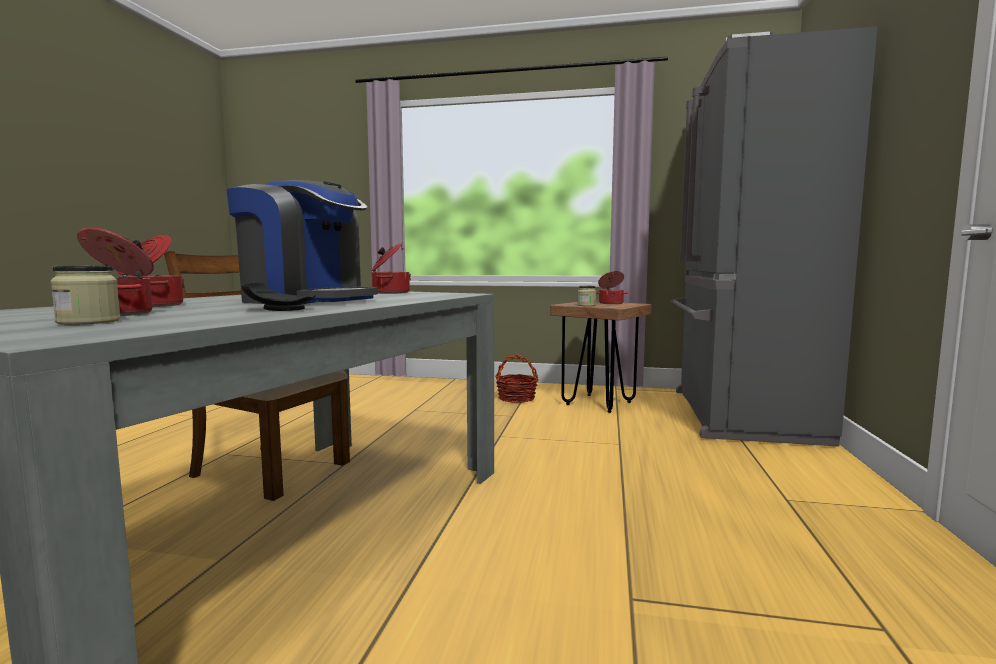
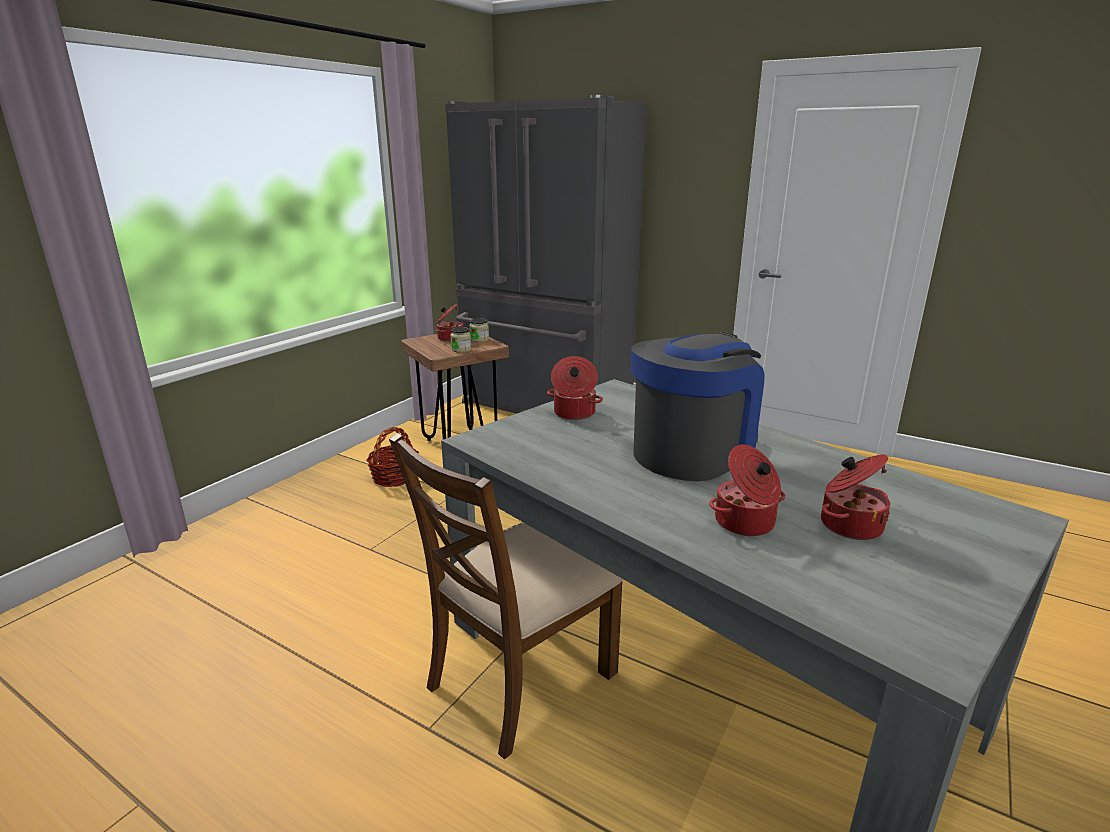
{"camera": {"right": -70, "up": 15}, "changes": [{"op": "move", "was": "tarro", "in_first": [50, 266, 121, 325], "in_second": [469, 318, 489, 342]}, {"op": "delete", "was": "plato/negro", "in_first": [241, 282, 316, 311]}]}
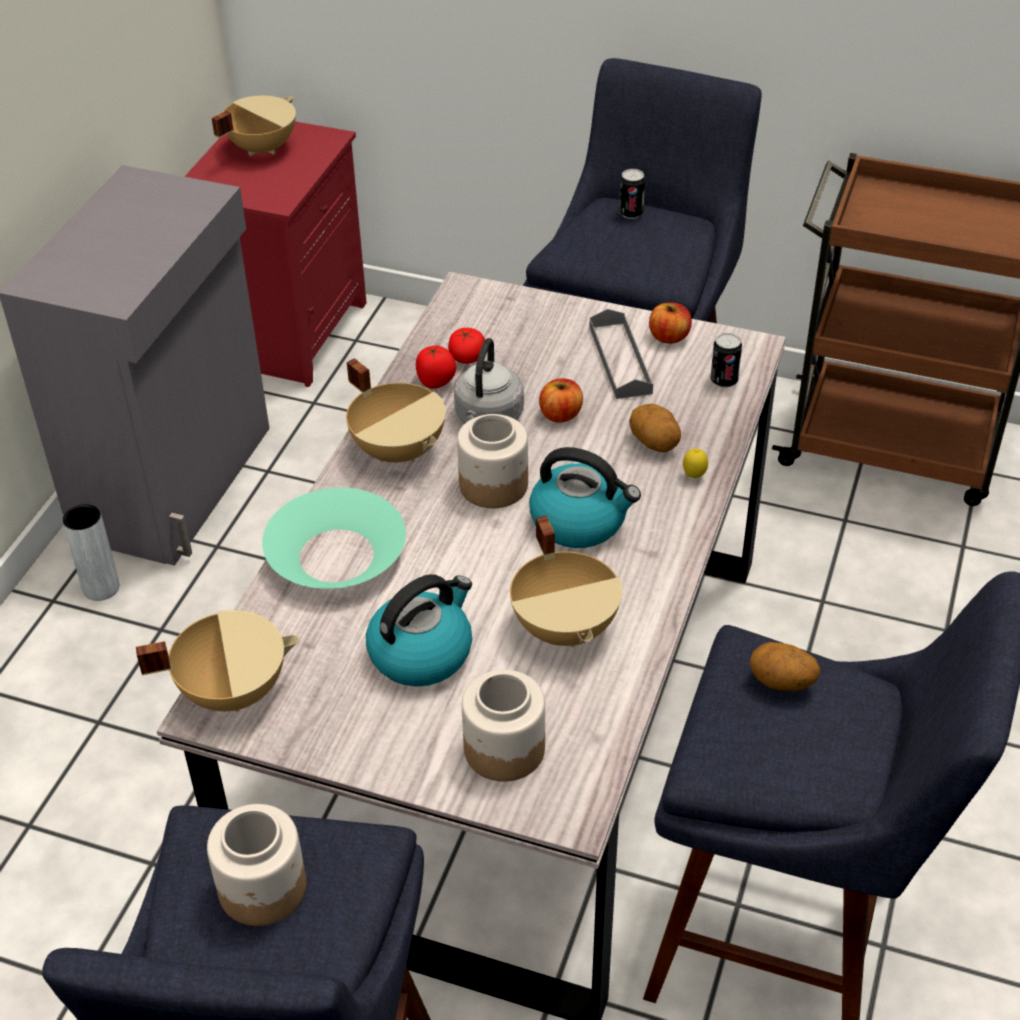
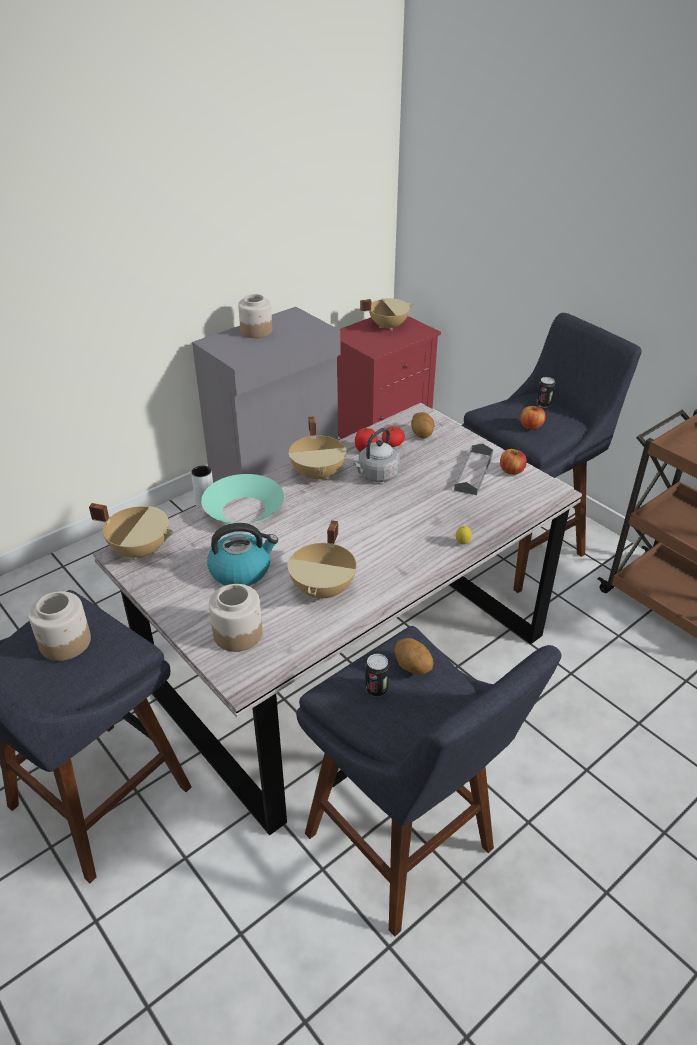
{"camera": {"right": 30, "up": -5}, "changes": [{"op": "move", "was": "tarro", "in_first": [457, 414, 528, 508], "in_second": [238, 294, 272, 338]}, {"op": "move", "was": "lata", "in_first": [710, 333, 742, 388], "in_second": [365, 654, 389, 697]}, {"op": "move", "was": "patata", "in_first": [629, 404, 681, 452], "in_second": [411, 412, 434, 439]}, {"op": "move", "was": "manzana", "in_first": [539, 378, 583, 423], "in_second": [520, 406, 546, 430]}, {"op": "delete", "was": "hervidor", "in_first": [529, 447, 641, 548]}]}
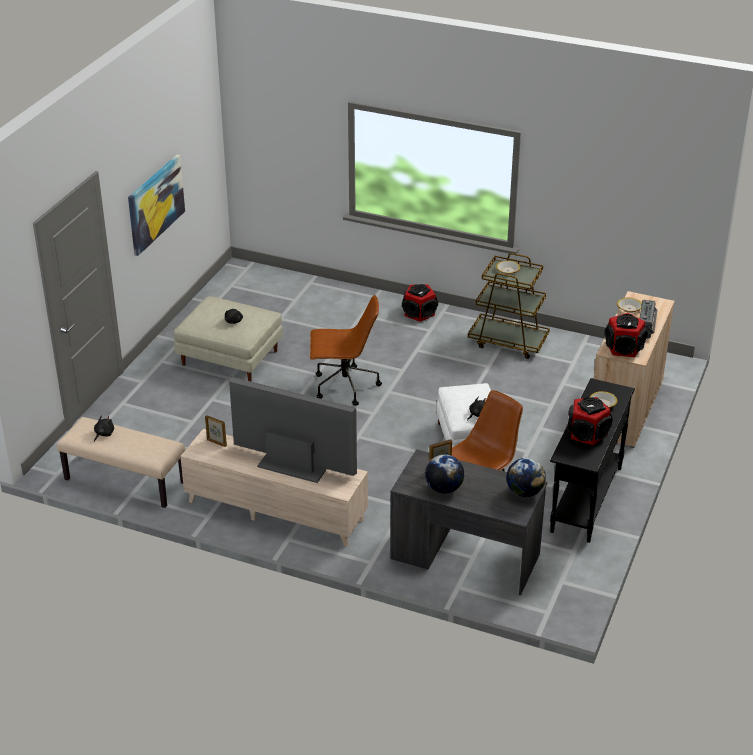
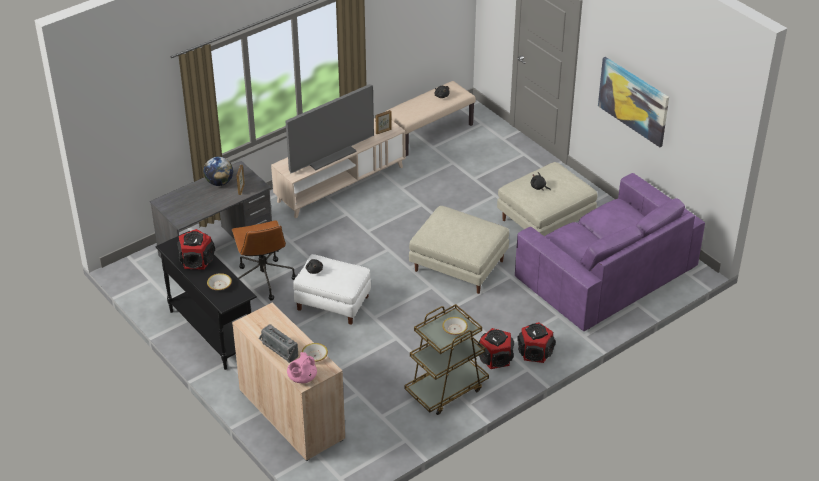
{"camera": {"right": 120, "up": 5}, "changes": [{"op": "insert", "now": "tetera/rosa", "in_second": [287, 352, 317, 383]}, {"op": "replace", "was": "silla de oficina/marrón", "now": "puf/beis", "in_first": [310, 295, 382, 406], "in_second": [409, 206, 509, 294]}, {"op": "move", "was": "altavoz", "in_first": [605, 313, 648, 357], "in_second": [478, 328, 514, 369]}, {"op": "insert", "now": "sofá/morado", "in_second": [515, 173, 705, 331]}, {"op": "delete", "was": "globo terráqueo", "in_first": [506, 458, 546, 497]}]}
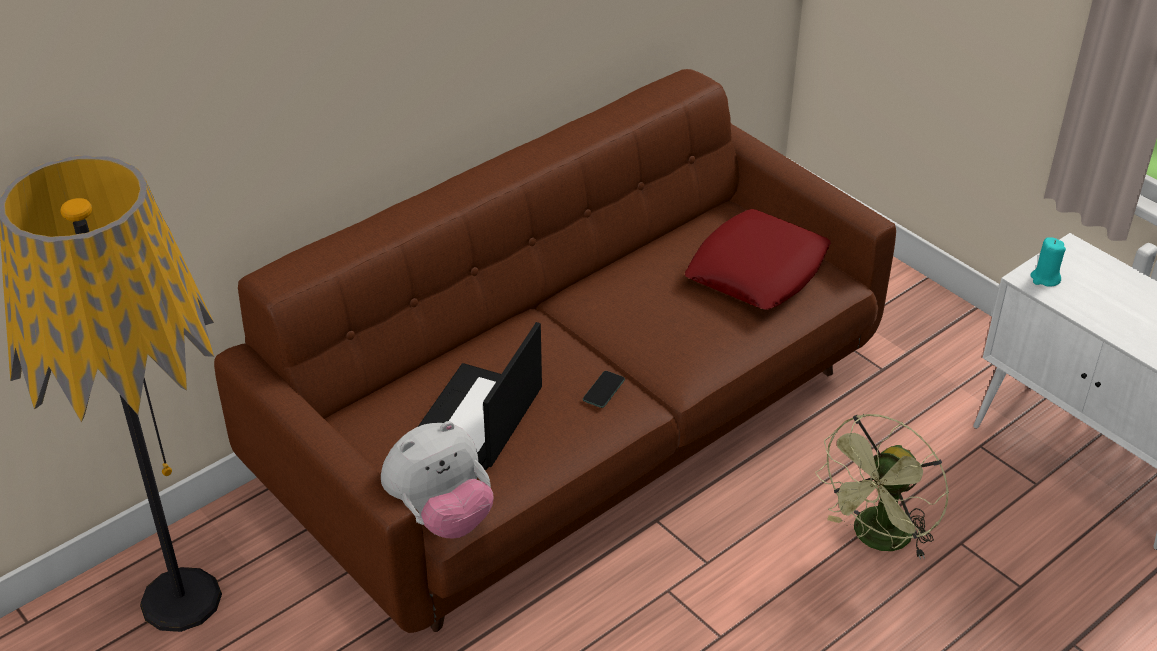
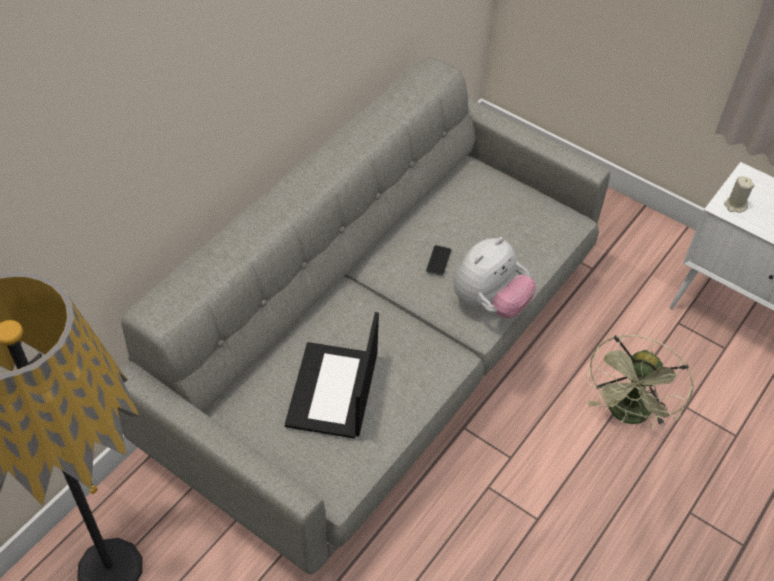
{"camera": {"right": -15, "up": 10}, "changes": [{"op": "recolor", "was": "sofá/marrón", "now": "sofá/gris", "in_first": [214, 69, 896, 633], "in_second": [118, 57, 610, 575]}, {"op": "move", "was": "móvil", "in_first": [583, 371, 625, 408], "in_second": [426, 245, 452, 276]}, {"op": "move", "was": "peluche", "in_first": [381, 421, 494, 539], "in_second": [453, 237, 536, 318]}, {"op": "recolor", "was": "vela/turquesa", "now": "vela/beis", "in_first": [1030, 237, 1066, 287], "in_second": [724, 176, 754, 213]}, {"op": "delete", "was": "cojín/rojo", "in_first": [685, 209, 831, 310]}]}
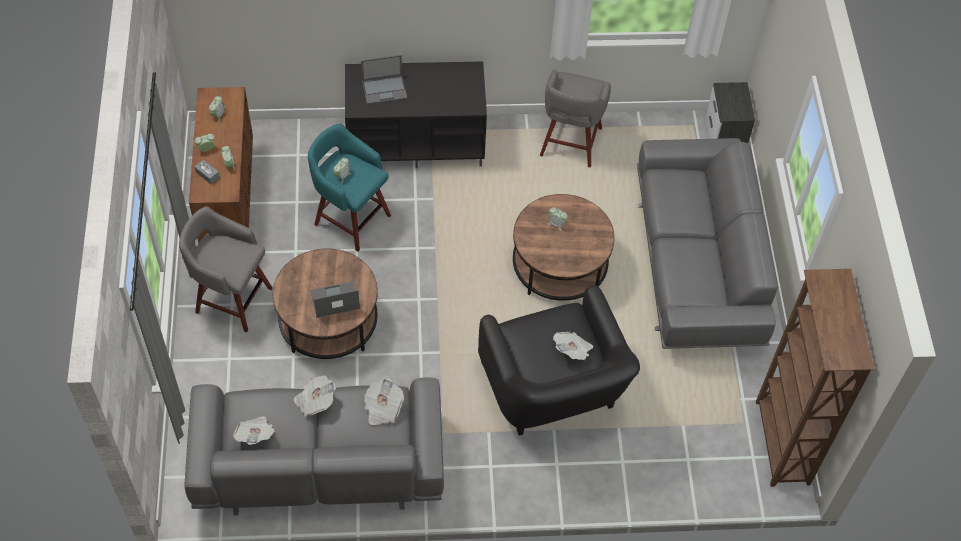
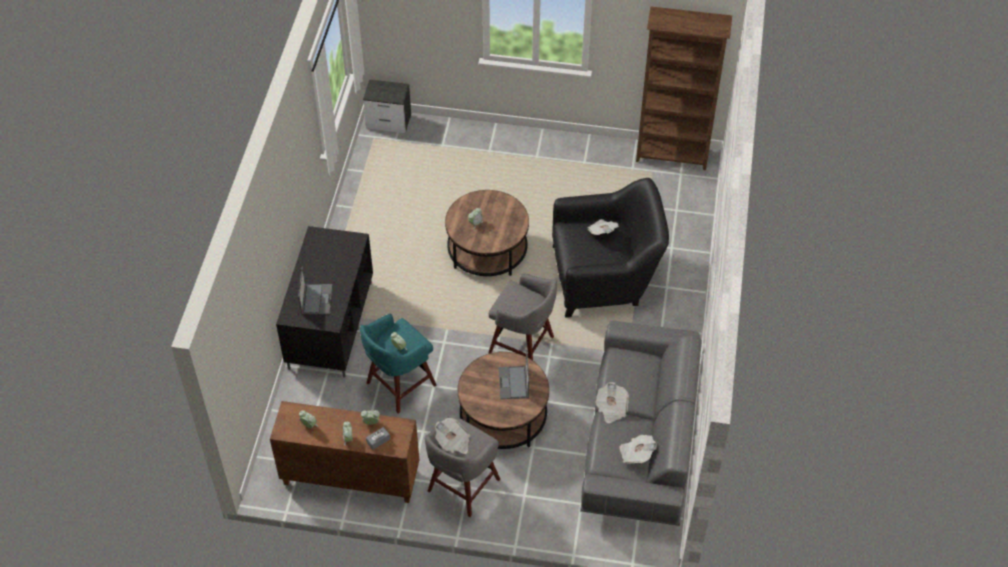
{"camera": {"right": -75, "up": -5}, "changes": [{"op": "move", "was": "periódico", "in_first": [364, 378, 404, 425], "in_second": [435, 418, 470, 454]}, {"op": "move", "was": "taburete/gris", "in_first": [540, 70, 611, 168], "in_second": [488, 273, 557, 360]}, {"op": "delete", "was": "sofá/gris", "in_first": [637, 138, 778, 349]}]}
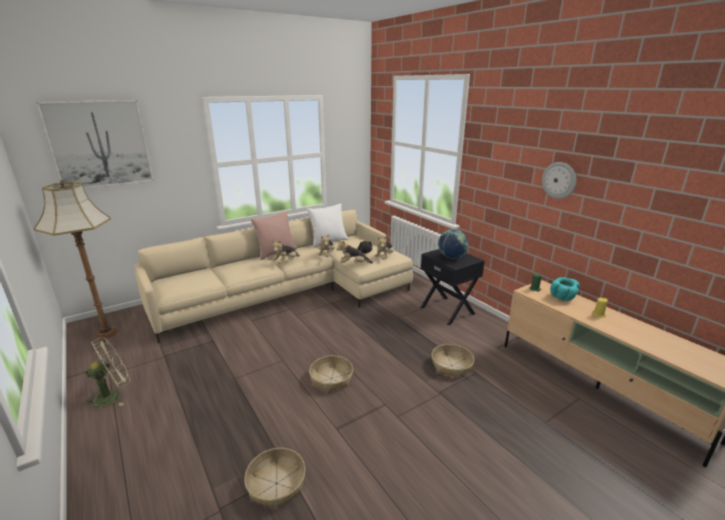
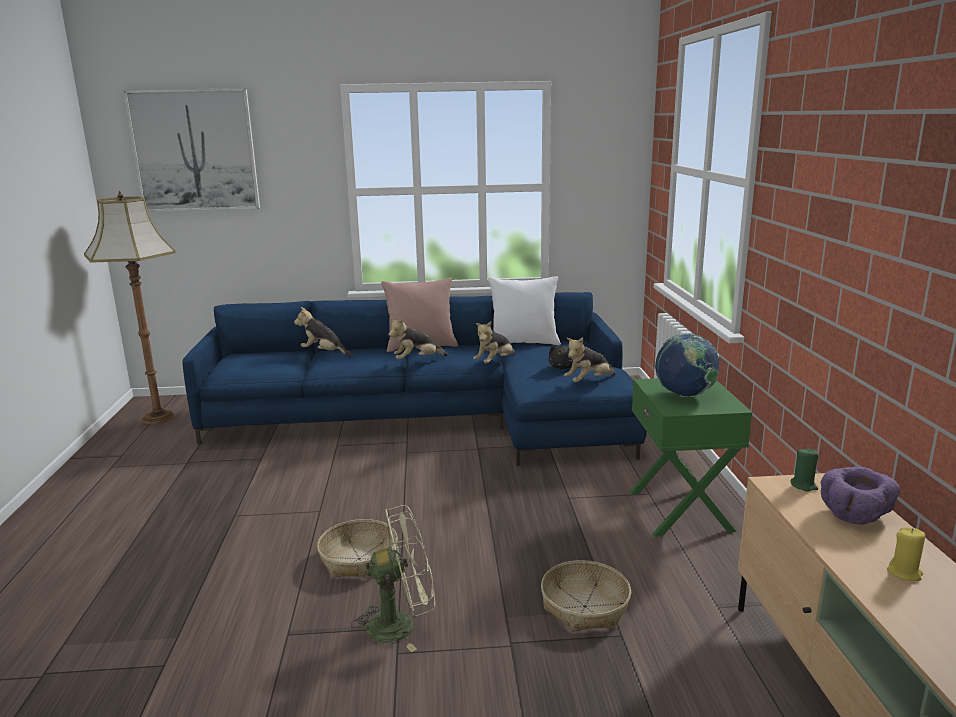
{"camera": {"right": 30, "up": -5}, "changes": [{"op": "recolor", "was": "sofá/beis", "now": "sofá/azul", "in_first": [135, 209, 413, 343], "in_second": [183, 292, 647, 466]}, {"op": "move", "was": "peluche", "in_first": [336, 239, 373, 263], "in_second": [294, 307, 353, 357]}, {"op": "move", "was": "ventilador/verde", "in_first": [83, 337, 130, 407], "in_second": [351, 505, 435, 652]}, {"op": "recolor", "was": "mesita de noche/negro", "now": "mesita de noche/verde", "in_first": [420, 249, 485, 325], "in_second": [629, 378, 752, 537]}, {"op": "recolor", "was": "cuenco/turquesa", "now": "cuenco/morado", "in_first": [550, 277, 580, 301], "in_second": [820, 466, 900, 525]}, {"op": "delete", "was": "cesta", "in_first": [244, 448, 305, 509]}, {"op": "delete", "was": "reloj de pared", "in_first": [542, 162, 576, 199]}]}
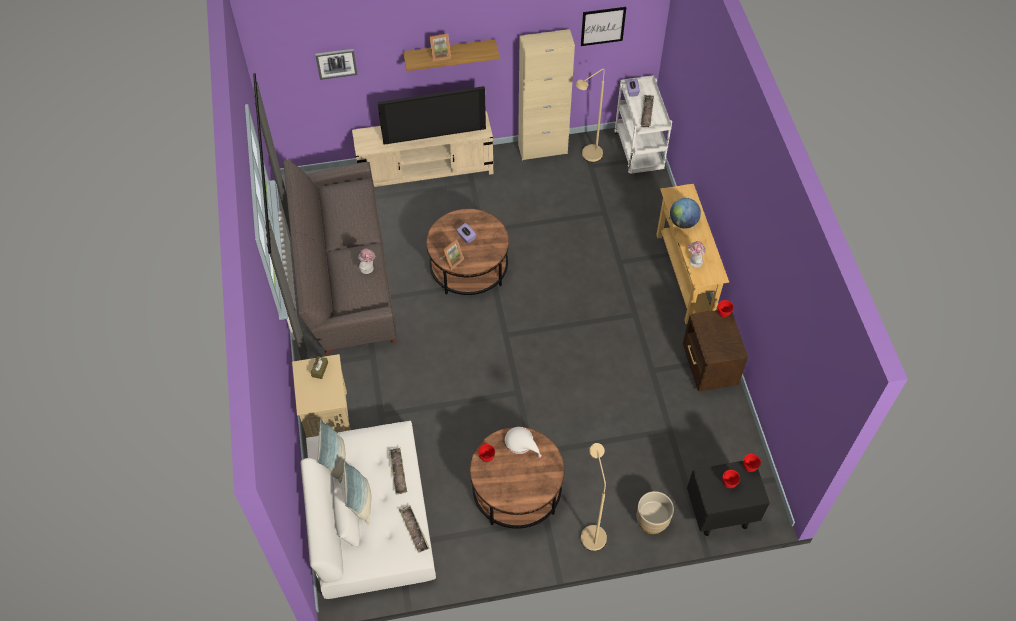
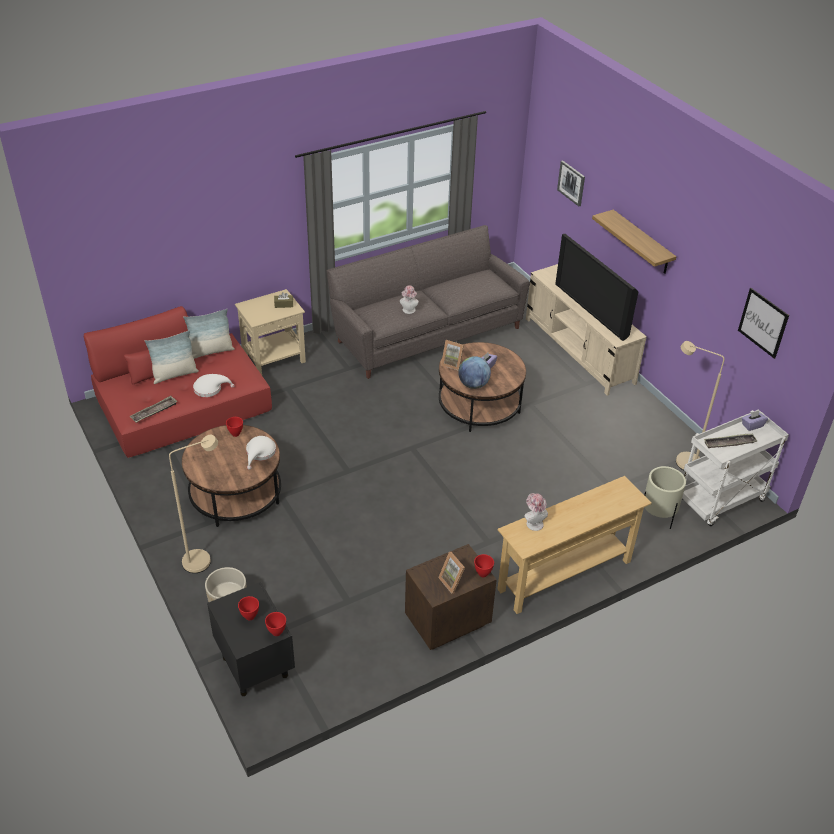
{"camera": {"right": 70, "up": -15}, "changes": [{"op": "recolor", "was": "sofá/blanco", "now": "sofá/rojo", "in_first": [301, 421, 436, 599], "in_second": [84, 306, 272, 458]}, {"op": "replace", "was": "bandeja", "now": "sombrero/blanco", "in_first": [389, 448, 407, 495], "in_second": [193, 374, 235, 397]}, {"op": "move", "was": "portarretratos", "in_first": [430, 33, 451, 61], "in_second": [438, 552, 465, 594]}, {"op": "move", "was": "globo terráqueo", "in_first": [670, 198, 701, 229], "in_second": [458, 356, 491, 389]}, {"op": "insert", "now": "maceta/beis", "in_second": [644, 466, 686, 529]}, {"op": "delete", "was": "armario/beis", "in_first": [518, 29, 575, 160]}]}
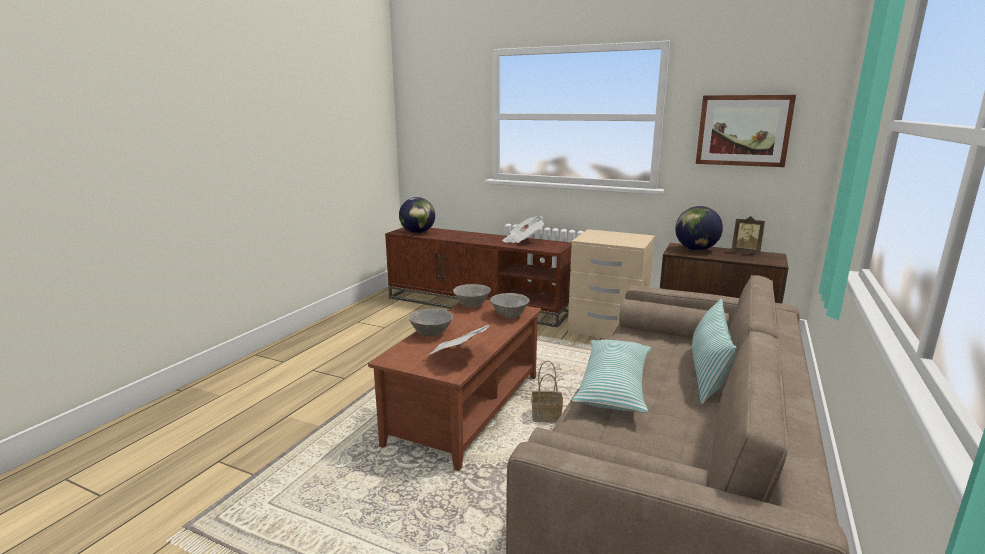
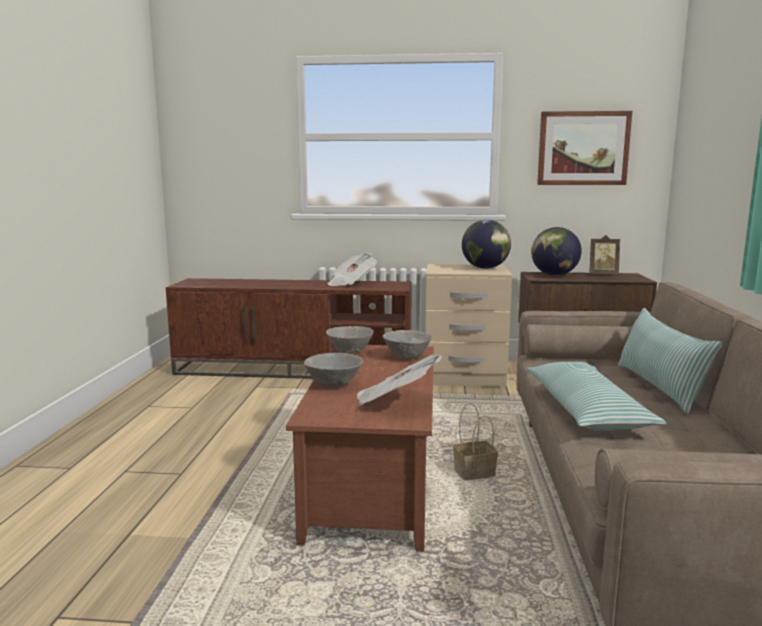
{"camera": {"right": -20, "up": -5}, "changes": [{"op": "move", "was": "globo terráqueo", "in_first": [399, 197, 435, 233], "in_second": [462, 220, 511, 269]}]}
